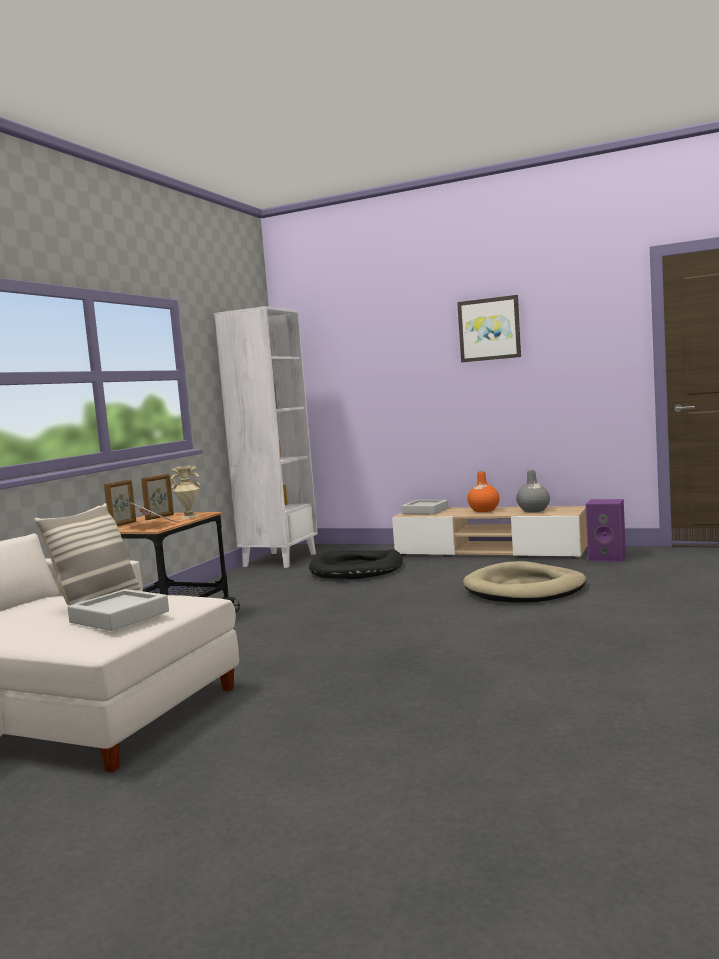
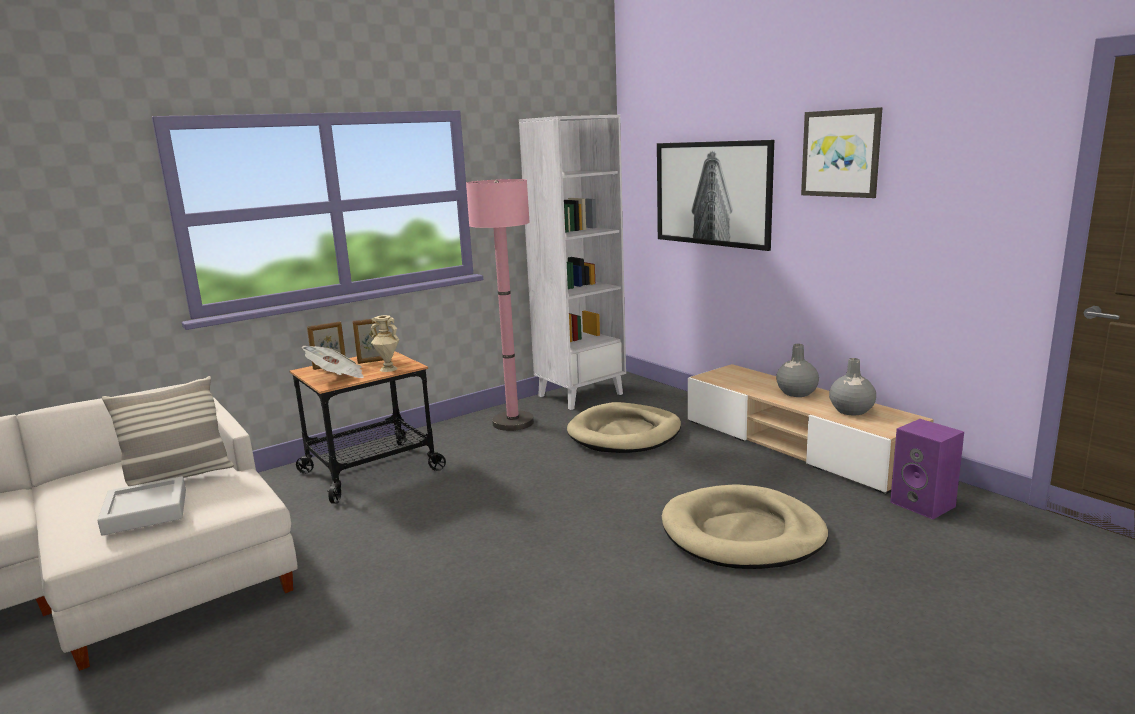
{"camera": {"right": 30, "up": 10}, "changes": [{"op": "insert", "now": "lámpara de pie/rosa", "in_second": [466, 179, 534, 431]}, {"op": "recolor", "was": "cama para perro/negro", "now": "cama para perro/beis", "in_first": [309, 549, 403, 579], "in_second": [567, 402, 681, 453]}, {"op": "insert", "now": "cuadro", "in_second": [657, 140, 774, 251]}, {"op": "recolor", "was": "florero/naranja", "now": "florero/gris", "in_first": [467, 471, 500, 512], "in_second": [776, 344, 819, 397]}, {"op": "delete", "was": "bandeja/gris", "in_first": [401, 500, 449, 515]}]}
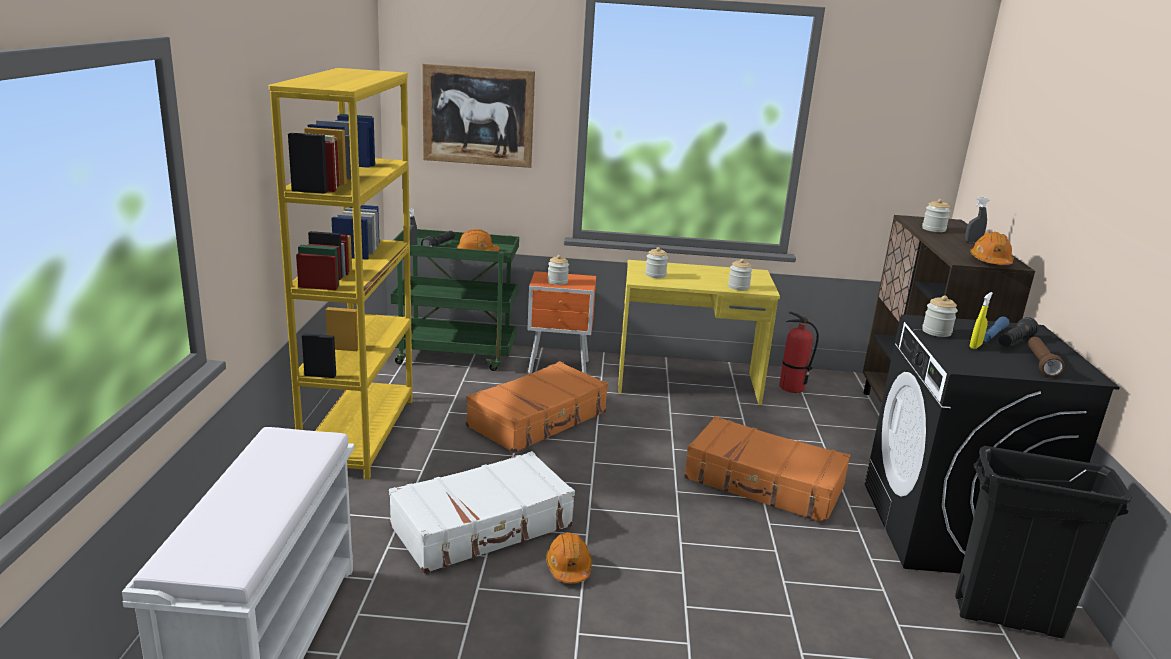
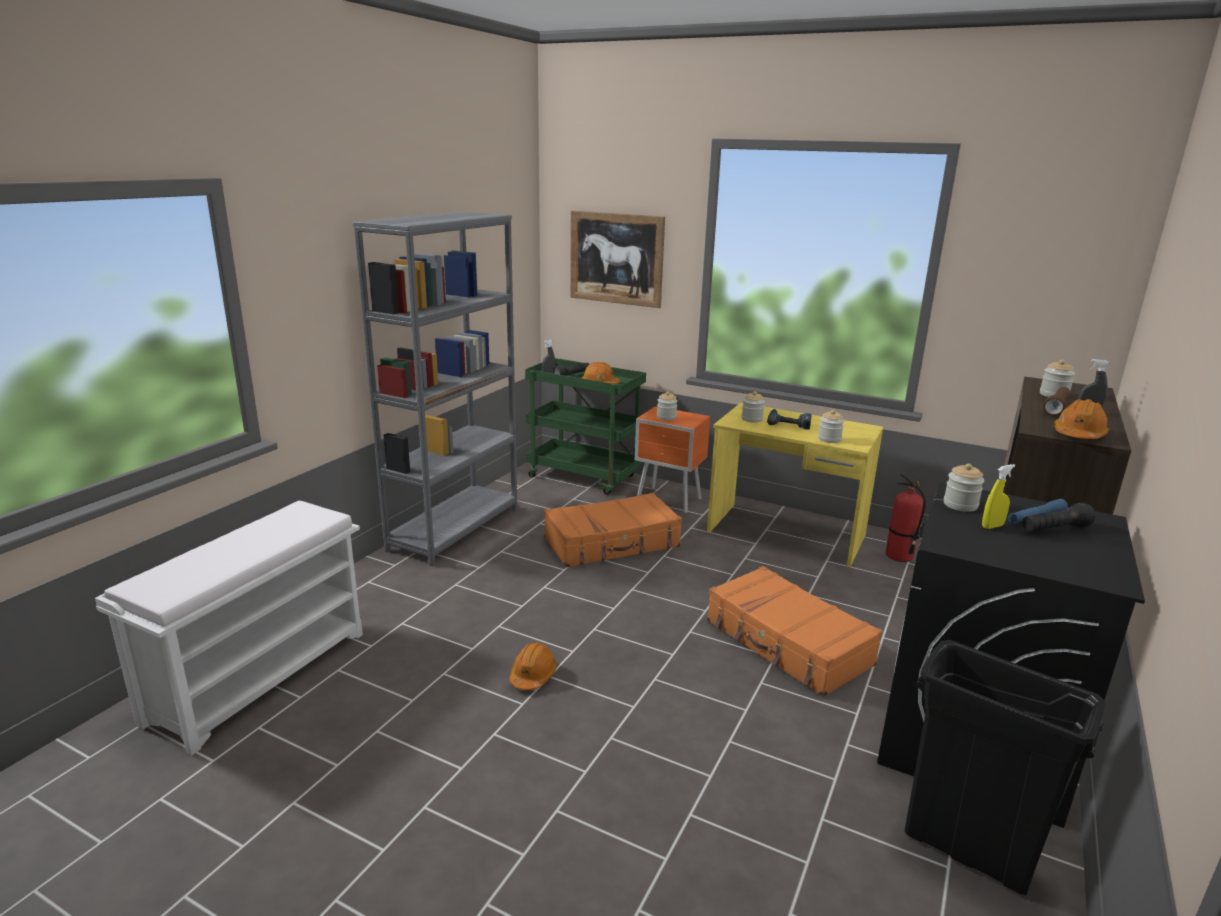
{"camera": {"right": 25, "up": 0}, "changes": [{"op": "recolor", "was": "estantería/amarillo", "now": "estantería/gris", "in_first": [269, 68, 413, 479], "in_second": [352, 211, 518, 566]}, {"op": "insert", "now": "taladro", "in_second": [767, 409, 812, 430]}, {"op": "move", "was": "linterna/marrón", "in_first": [1028, 337, 1065, 377], "in_second": [1043, 387, 1070, 416]}, {"op": "delete", "was": "maleta/blanco", "in_first": [389, 451, 575, 574]}]}
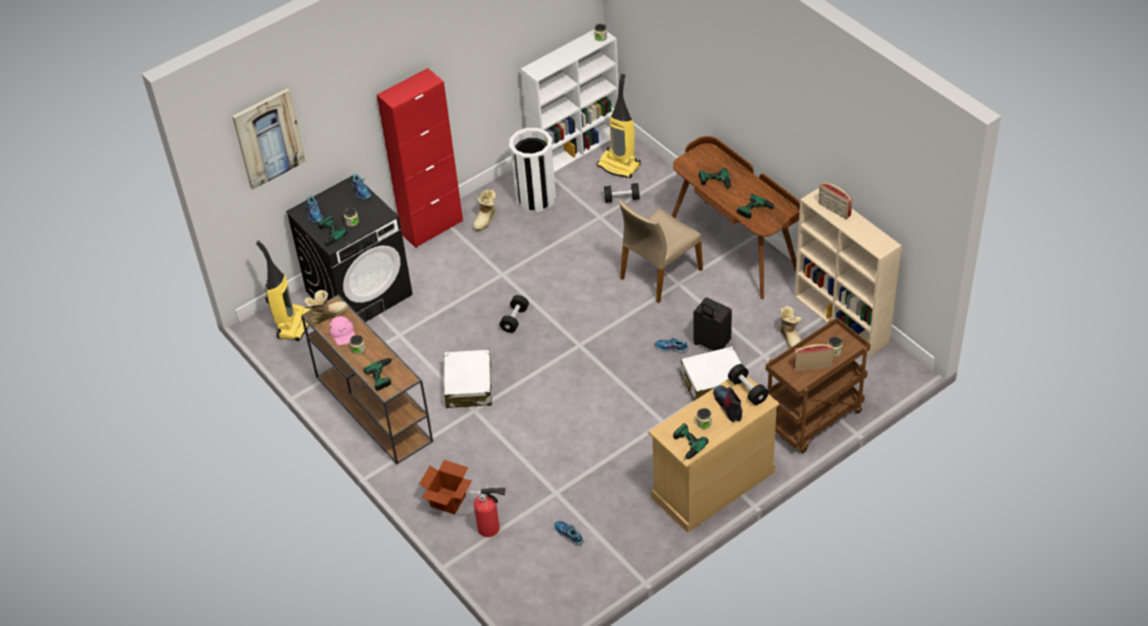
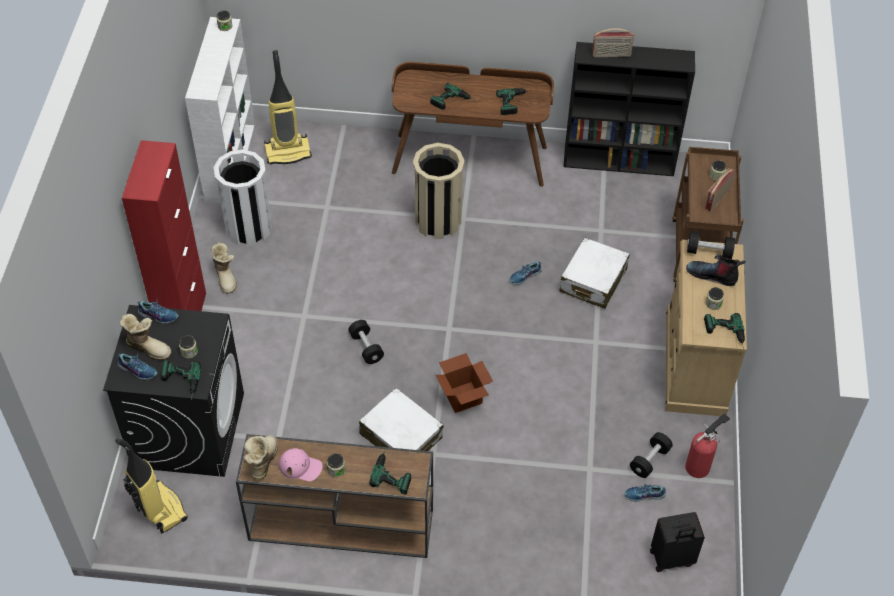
{"camera": {"right": -50, "up": 5}, "changes": [{"op": "move", "was": "bota", "in_first": [780, 306, 802, 349], "in_second": [119, 314, 172, 360]}, {"op": "replace", "was": "silla/beis", "now": "papelera/beis", "in_first": [619, 199, 703, 303], "in_second": [413, 143, 465, 239]}, {"op": "move", "was": "caja de cartón", "in_first": [419, 460, 472, 515], "in_second": [436, 353, 493, 413]}, {"op": "recolor", "was": "estantería/beis", "now": "estantería/negro", "in_first": [794, 188, 902, 356], "in_second": [563, 42, 695, 176]}, {"op": "move", "was": "mancuerna/negro", "in_first": [604, 183, 640, 203], "in_second": [630, 432, 673, 478]}, {"op": "move", "was": "maleta/negro", "in_first": [693, 297, 732, 351], "in_second": [650, 512, 705, 572]}, {"op": "move", "was": "extintor", "in_first": [469, 487, 506, 537], "in_second": [685, 413, 730, 478]}, {"op": "delete", "was": "cuadro", "in_first": [232, 88, 306, 189]}]}
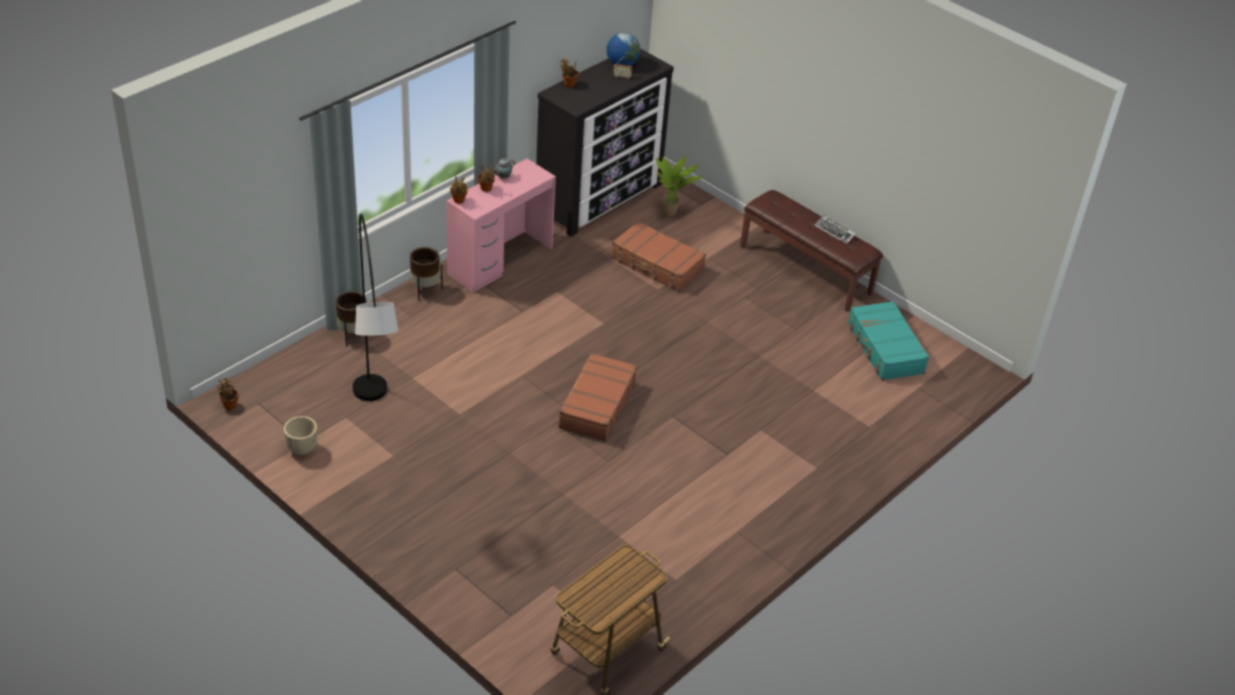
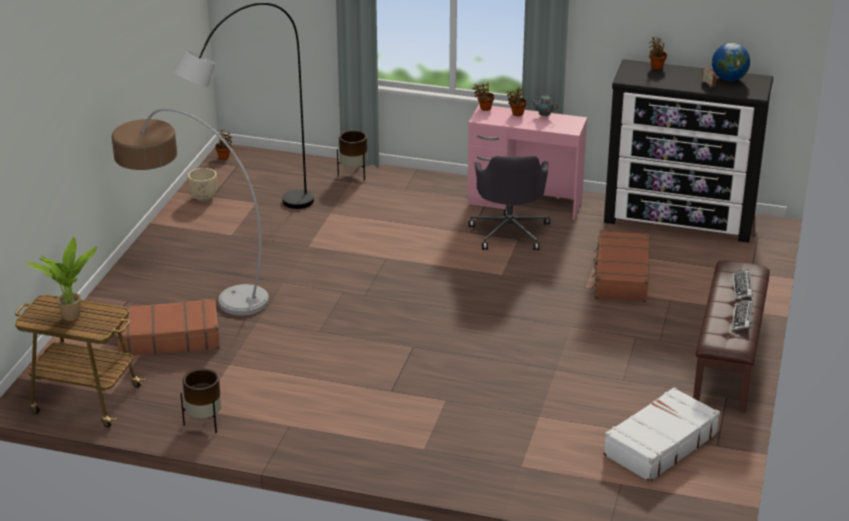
{"camera": {"right": 65, "up": -10}, "changes": [{"op": "move", "was": "planta en maceta", "in_first": [656, 156, 702, 216], "in_second": [26, 237, 97, 321]}, {"op": "insert", "now": "lámpara de pie", "in_second": [112, 108, 269, 315]}, {"op": "move", "was": "maleta/marrón", "in_first": [558, 353, 637, 442], "in_second": [116, 298, 220, 356]}, {"op": "move", "was": "maceta/marrón", "in_first": [410, 247, 443, 300], "in_second": [180, 369, 222, 433]}, {"op": "insert", "now": "silla de oficina/gris", "in_second": [469, 155, 550, 250]}, {"op": "recolor", "was": "maleta/turquesa", "now": "maleta/blanco", "in_first": [848, 301, 929, 381], "in_second": [604, 387, 720, 482]}, {"op": "insert", "now": "teclado", "in_second": [733, 269, 753, 300]}]}
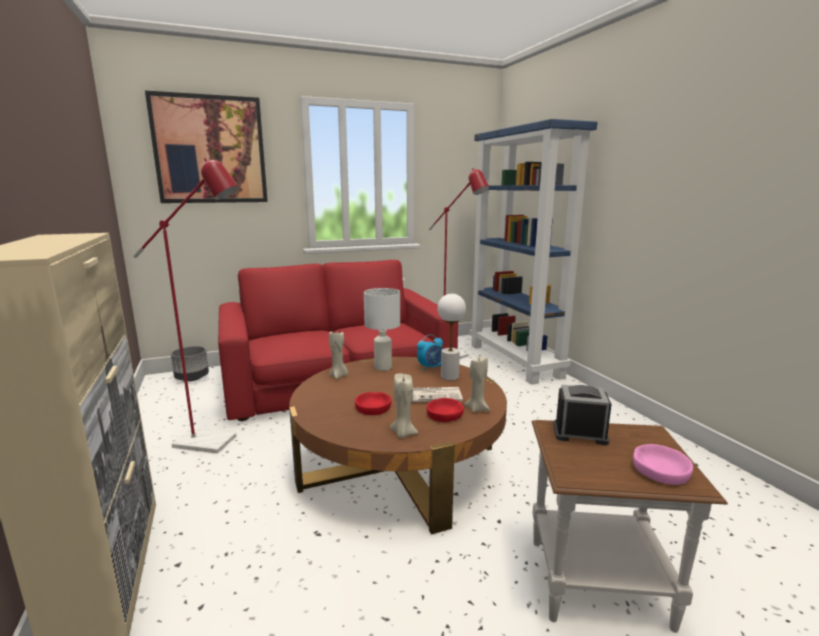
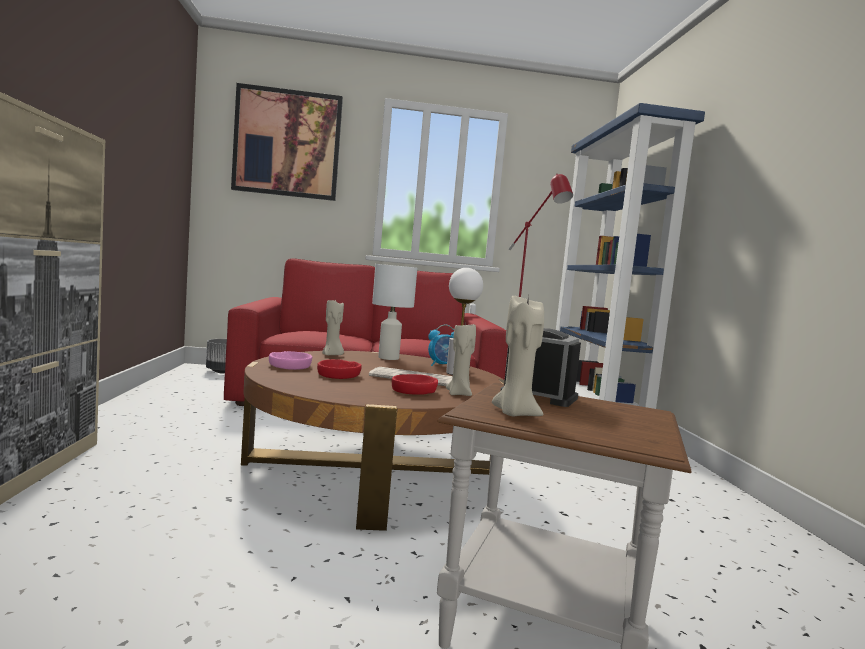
{"camera": {"right": 15, "up": -10}, "changes": [{"op": "move", "was": "cuenco/rosa", "in_first": [633, 444, 693, 485], "in_second": [269, 351, 312, 370]}, {"op": "move", "was": "vela/beis", "in_first": [390, 373, 418, 438], "in_second": [492, 296, 544, 417]}, {"op": "delete", "was": "lámpara de pie/rojo", "in_first": [133, 158, 238, 453]}]}
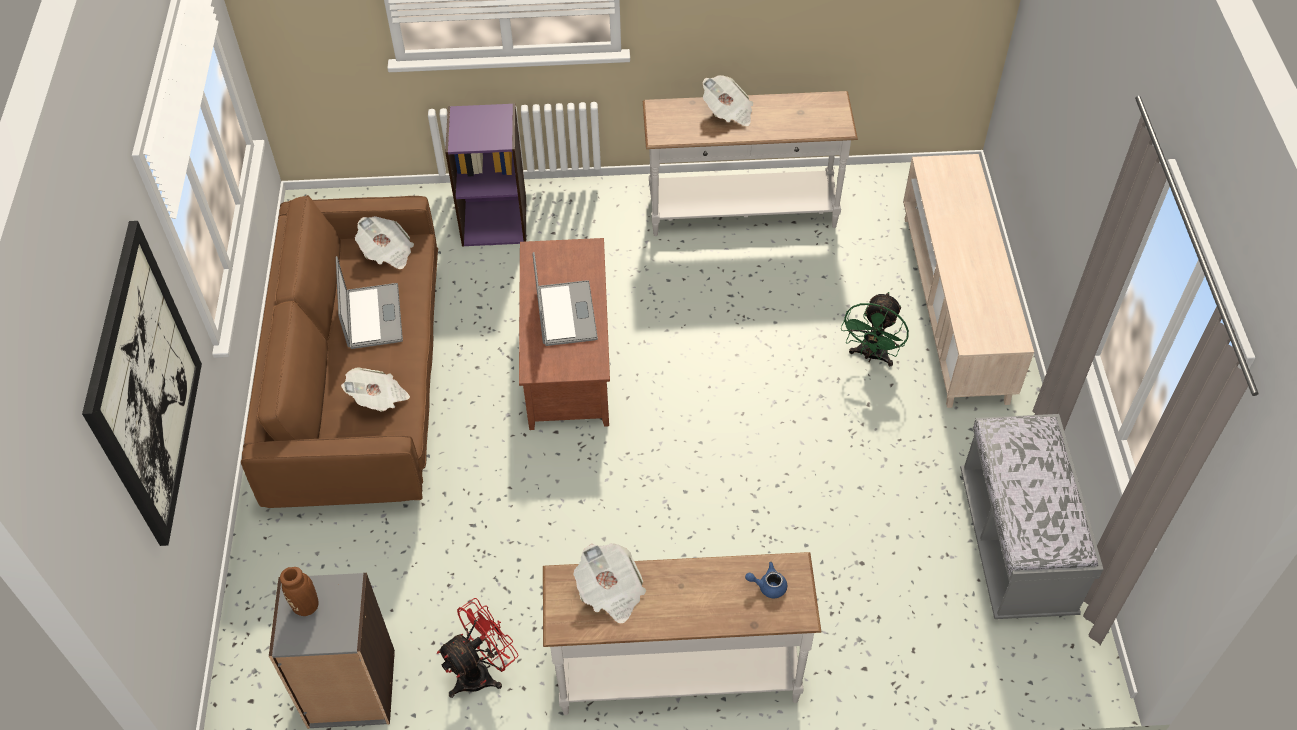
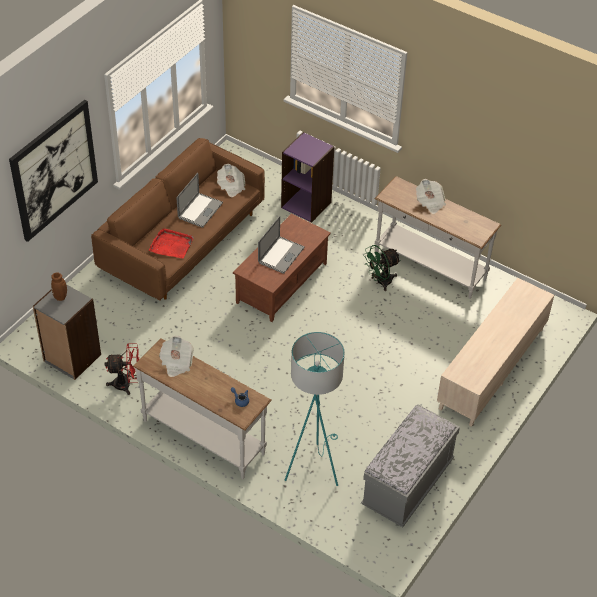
{"camera": {"right": 35, "up": -5}, "changes": [{"op": "replace", "was": "periódico", "now": "bandeja/rojo", "in_first": [341, 367, 410, 412], "in_second": [149, 228, 193, 258]}, {"op": "insert", "now": "lámpara de pie/turquesa", "in_second": [285, 332, 345, 486]}, {"op": "move", "was": "ventilador/verde", "in_first": [841, 292, 909, 366], "in_second": [363, 245, 401, 291]}]}
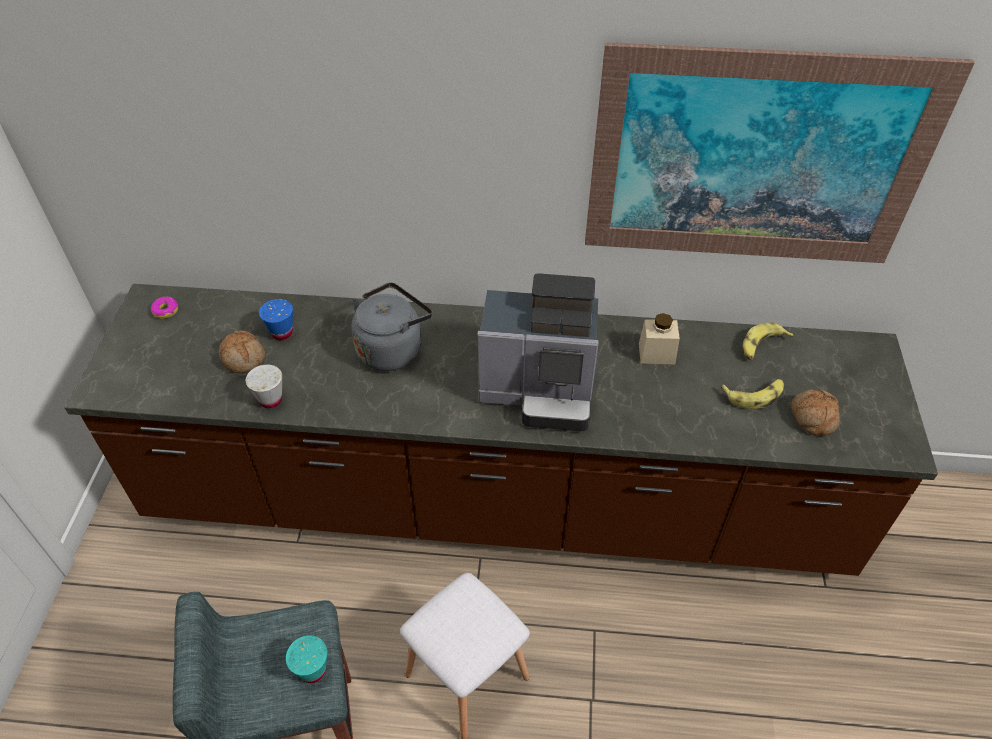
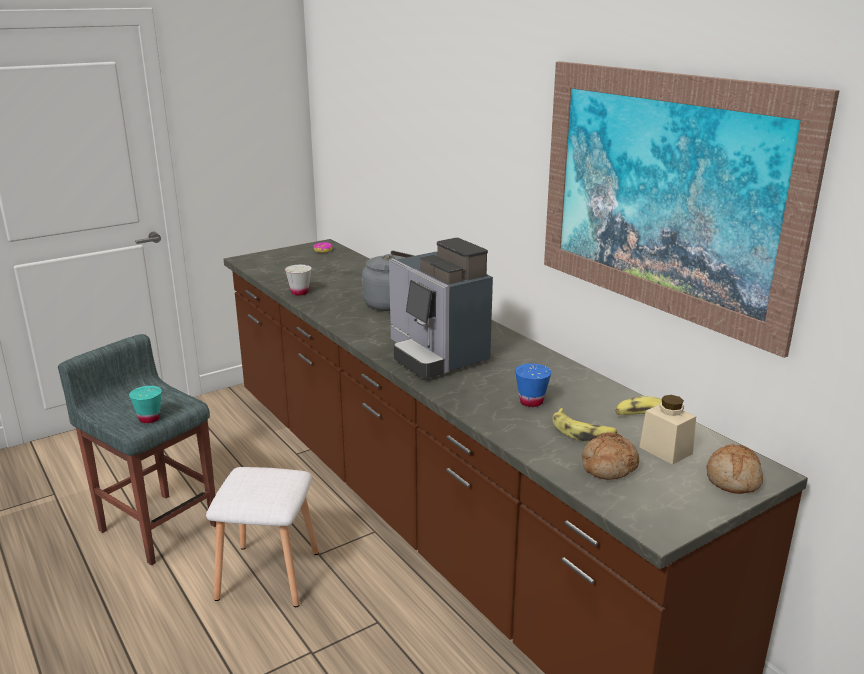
{"camera": {"right": 50, "up": -25}, "changes": [{"op": "move", "was": "taza/azul", "in_first": [259, 299, 293, 340], "in_second": [515, 364, 551, 407]}, {"op": "move", "was": "tarro/beis", "in_first": [639, 313, 680, 365], "in_second": [639, 395, 696, 465]}, {"op": "move", "was": "pan", "in_first": [219, 331, 265, 373], "in_second": [707, 444, 763, 494]}]}
